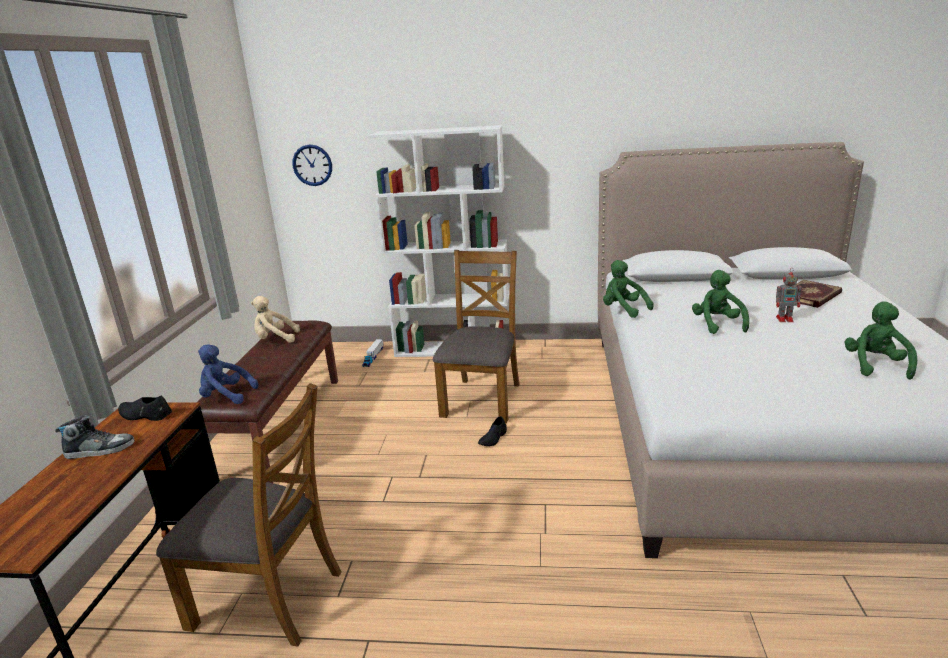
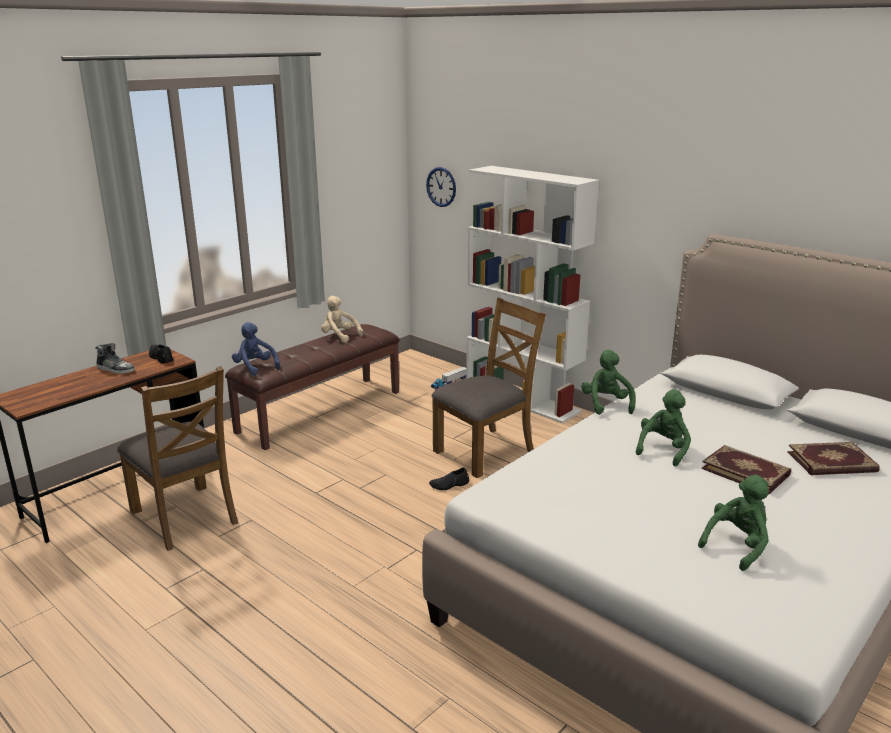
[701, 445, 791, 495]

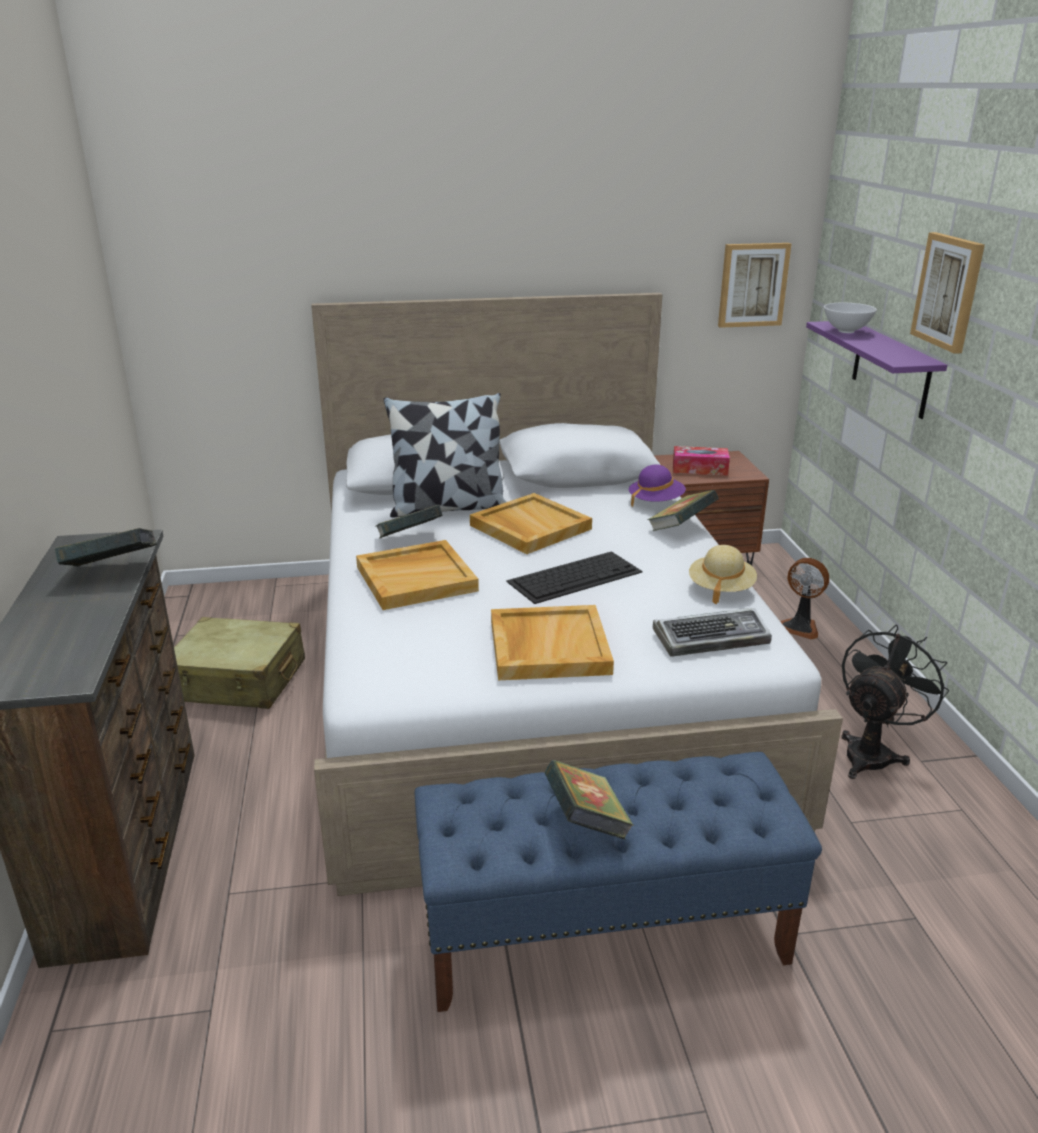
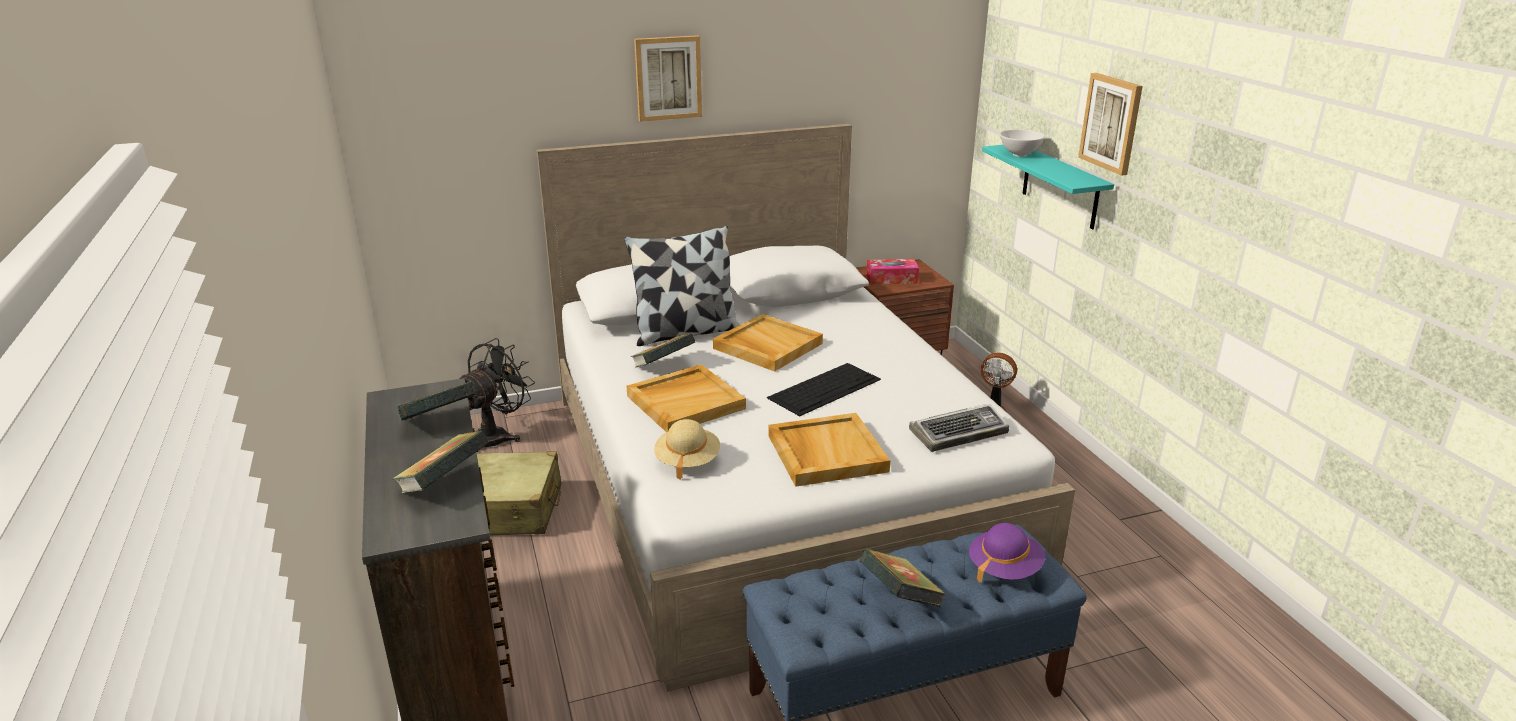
[392, 430, 489, 494]
[460, 338, 535, 448]
[634, 35, 702, 122]
[654, 419, 720, 480]
[969, 523, 1045, 583]
[982, 145, 1114, 229]

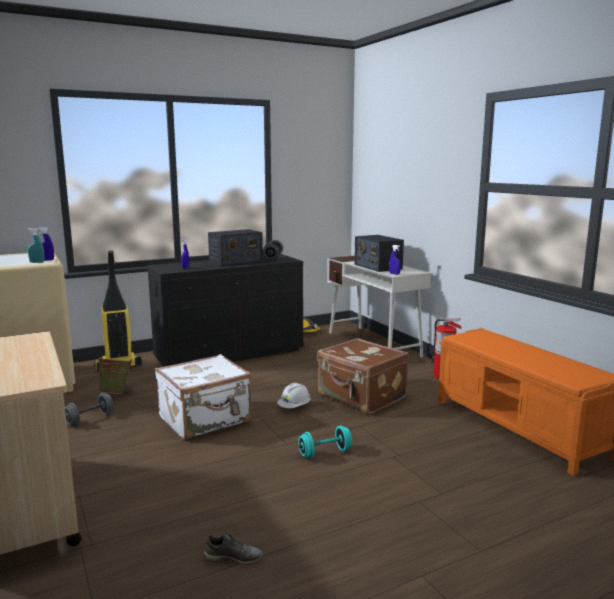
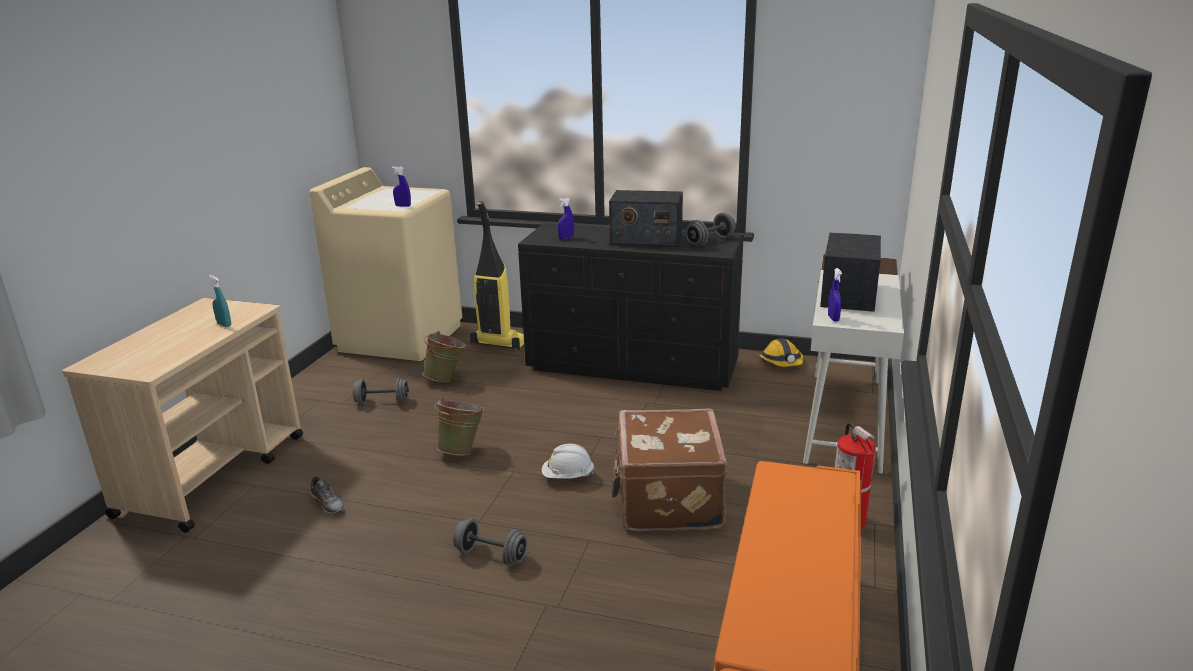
[208, 275, 231, 327]
[310, 476, 345, 515]
[434, 397, 485, 455]
[453, 518, 527, 566]

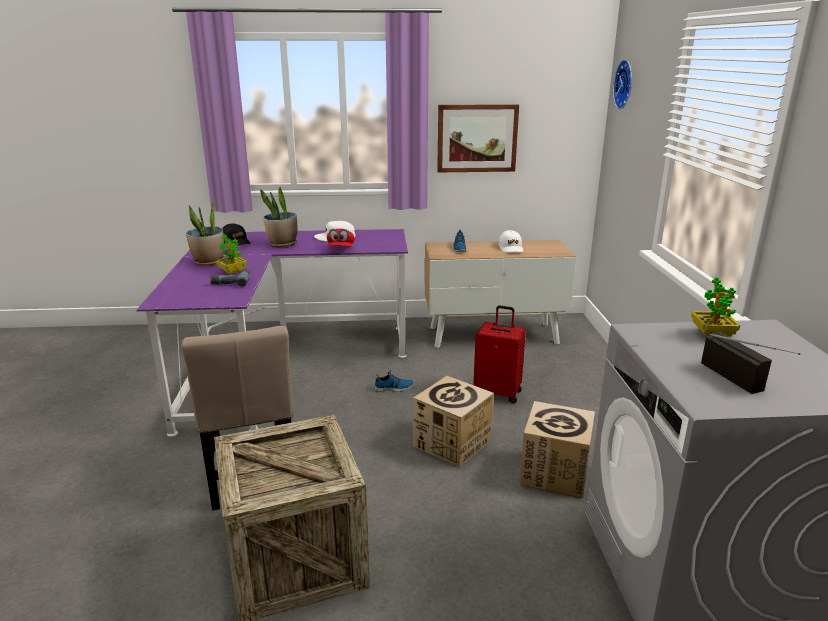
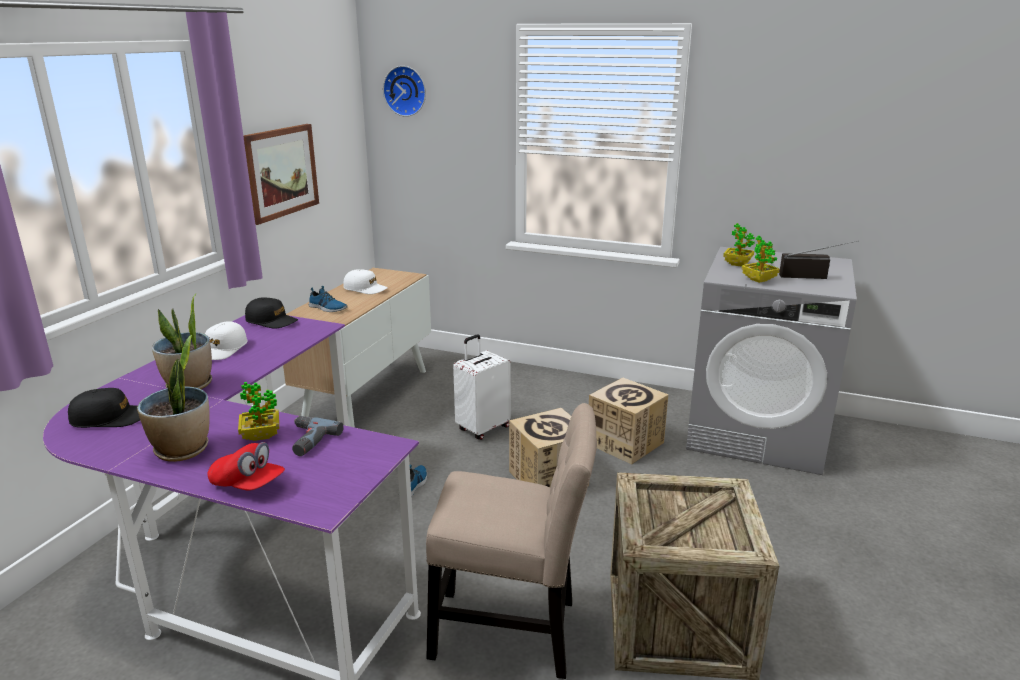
[207, 442, 285, 491]
[245, 297, 298, 329]
[453, 334, 510, 440]
[742, 236, 780, 283]

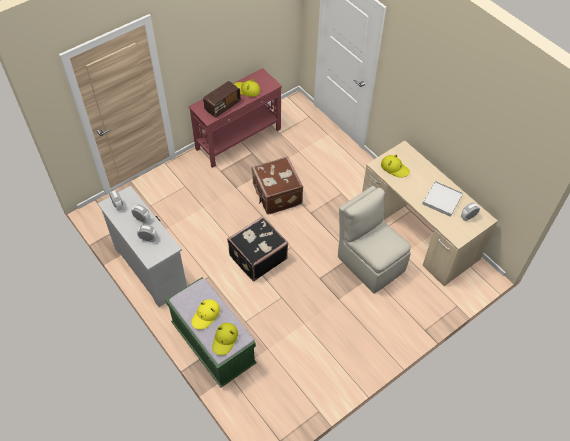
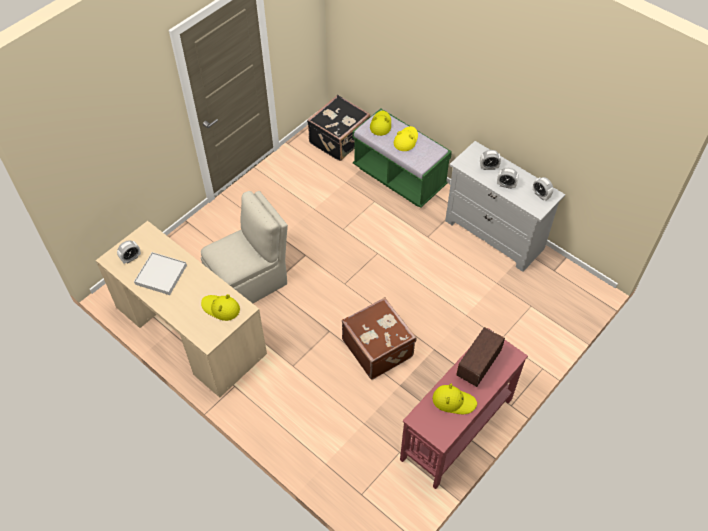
[201, 191, 288, 303]
[307, 95, 370, 161]

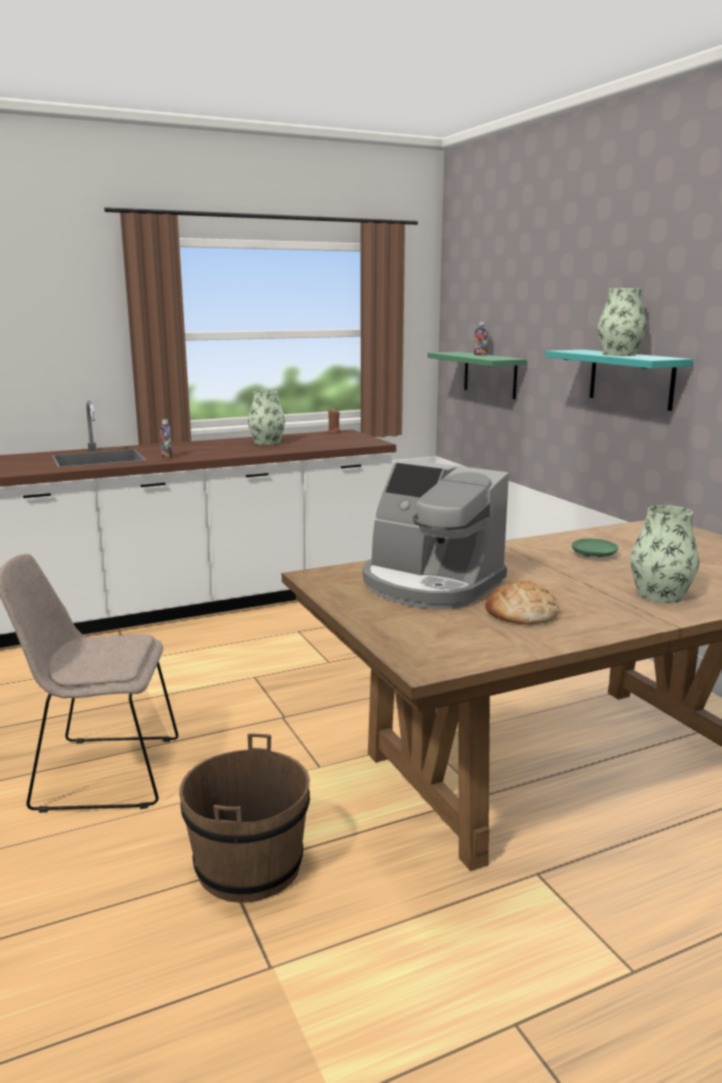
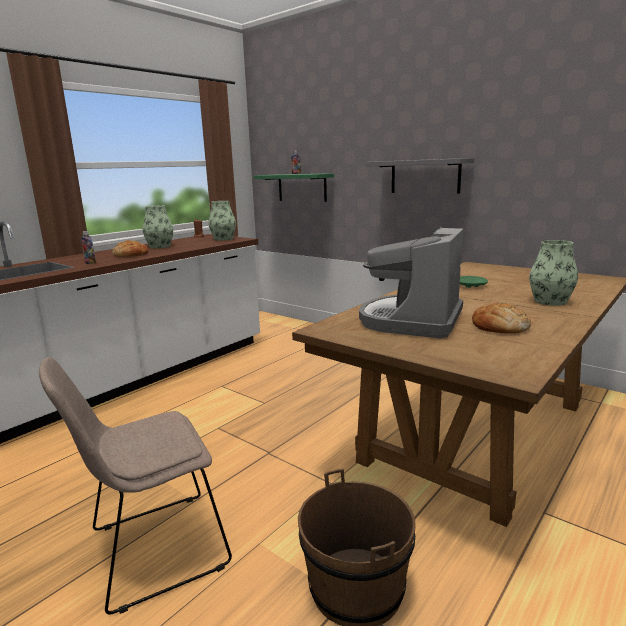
[112, 240, 149, 257]
[208, 201, 236, 241]
[359, 227, 463, 338]
[366, 158, 474, 194]

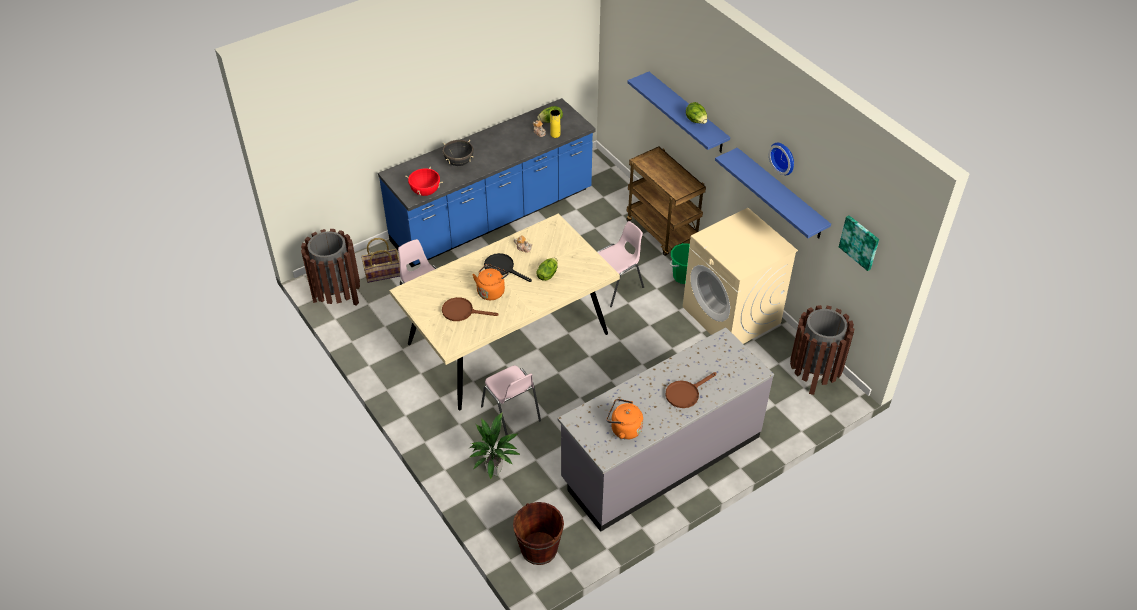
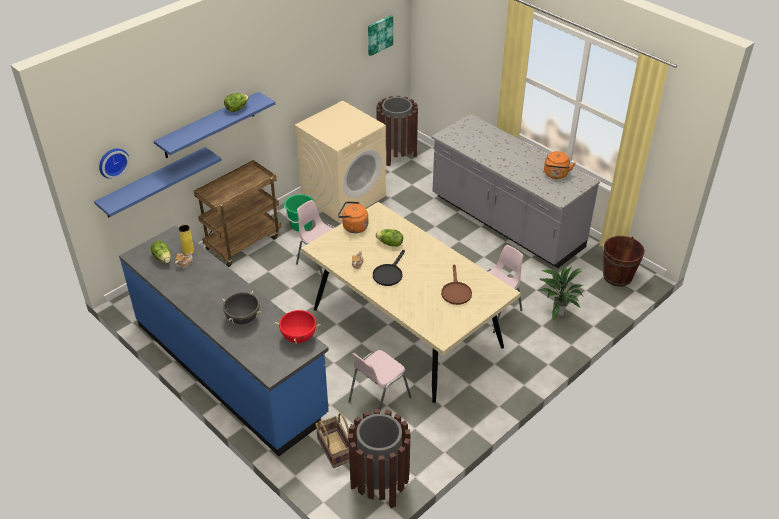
[94, 147, 222, 218]
[99, 148, 129, 179]
[338, 201, 368, 233]
[666, 372, 716, 408] (first image)

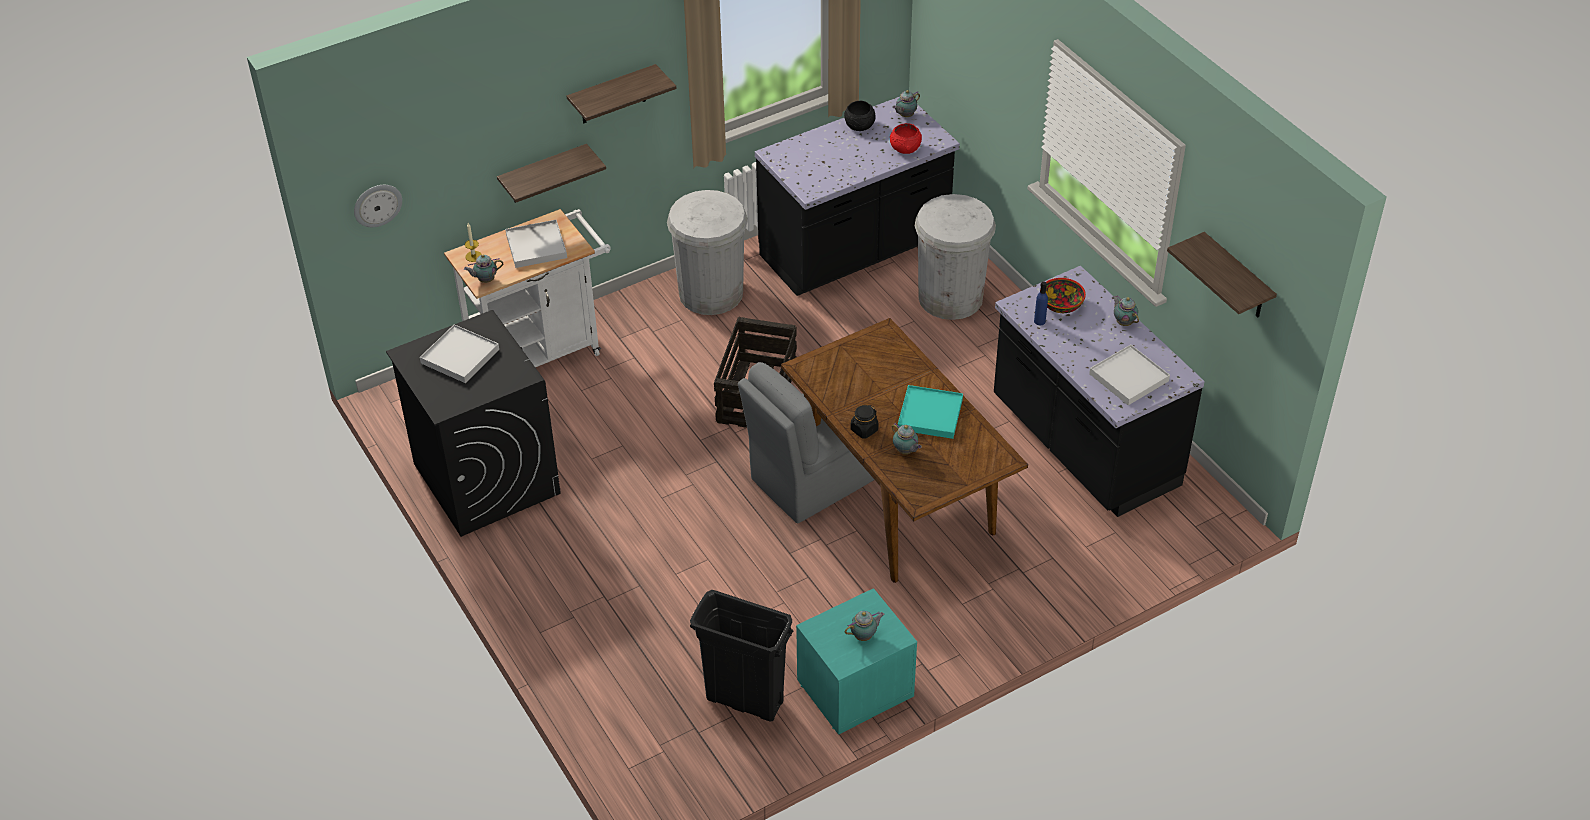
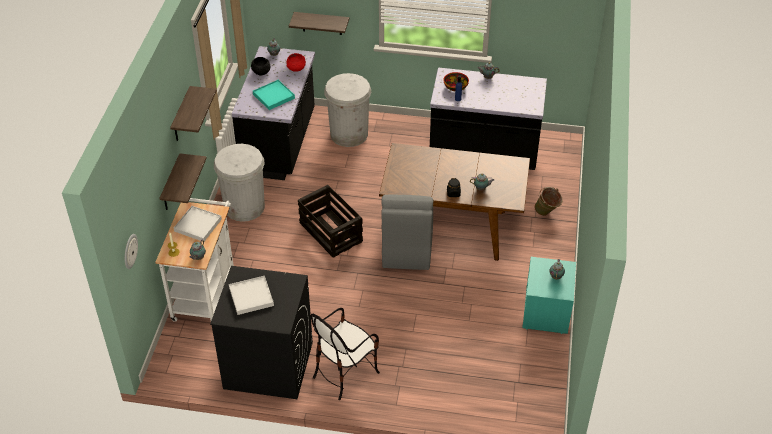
[253, 80, 295, 110]
[289, 12, 349, 35]
[311, 308, 380, 400]
[534, 187, 563, 216]
[690, 590, 793, 721] (first image)
[1089, 344, 1170, 405] (first image)

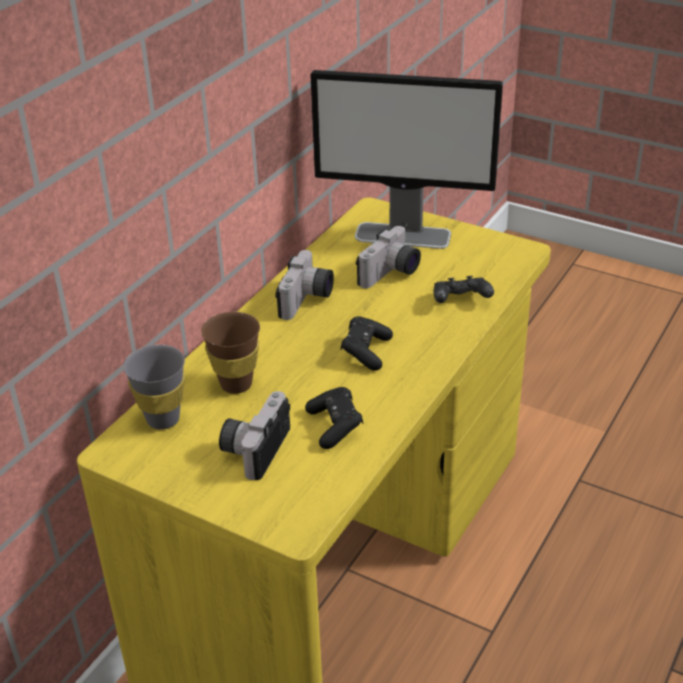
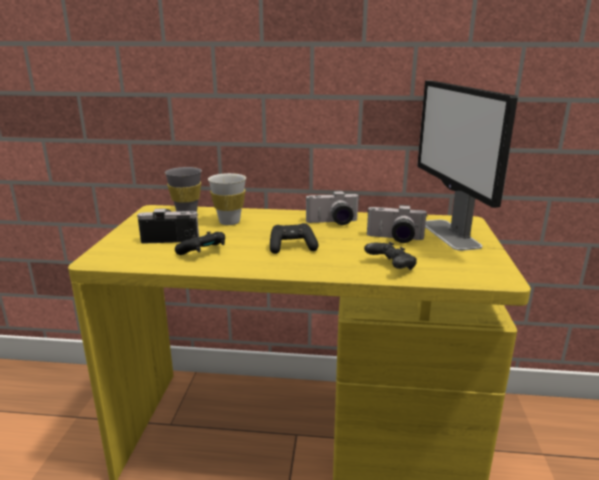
[208, 173, 246, 225]

